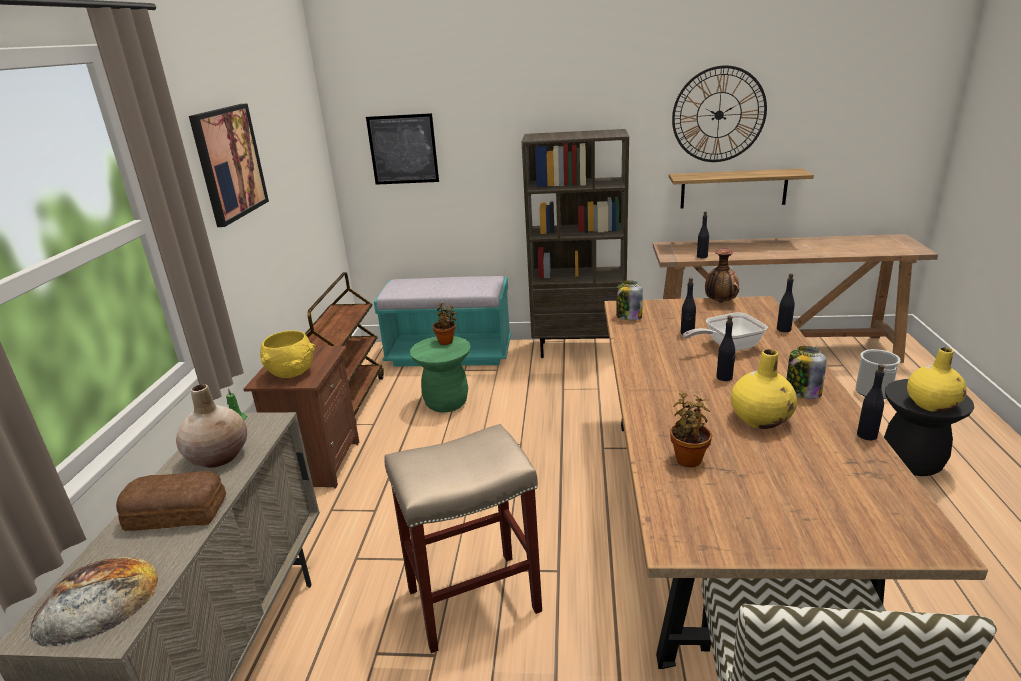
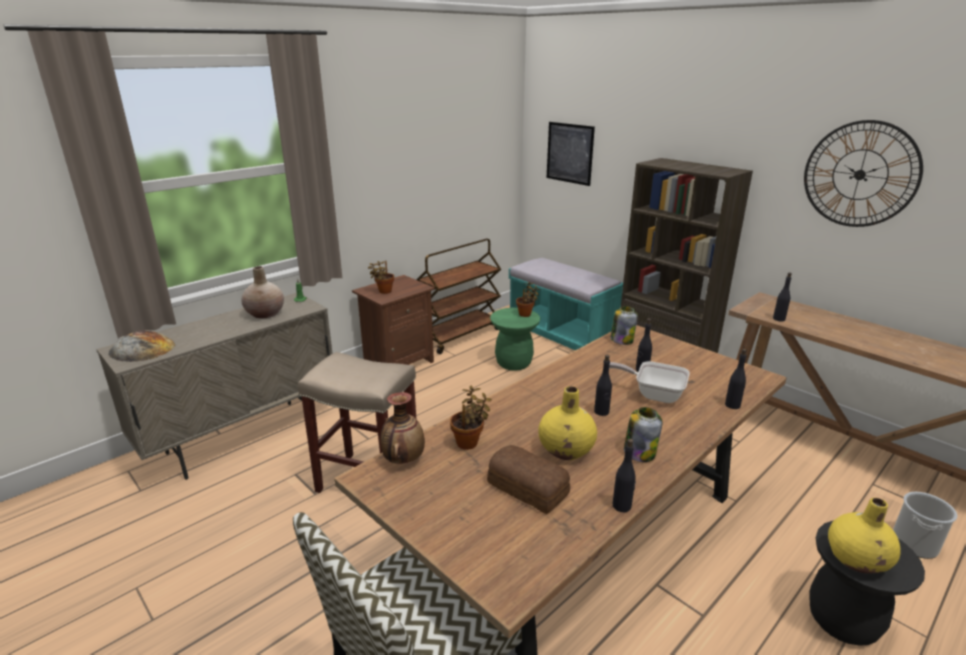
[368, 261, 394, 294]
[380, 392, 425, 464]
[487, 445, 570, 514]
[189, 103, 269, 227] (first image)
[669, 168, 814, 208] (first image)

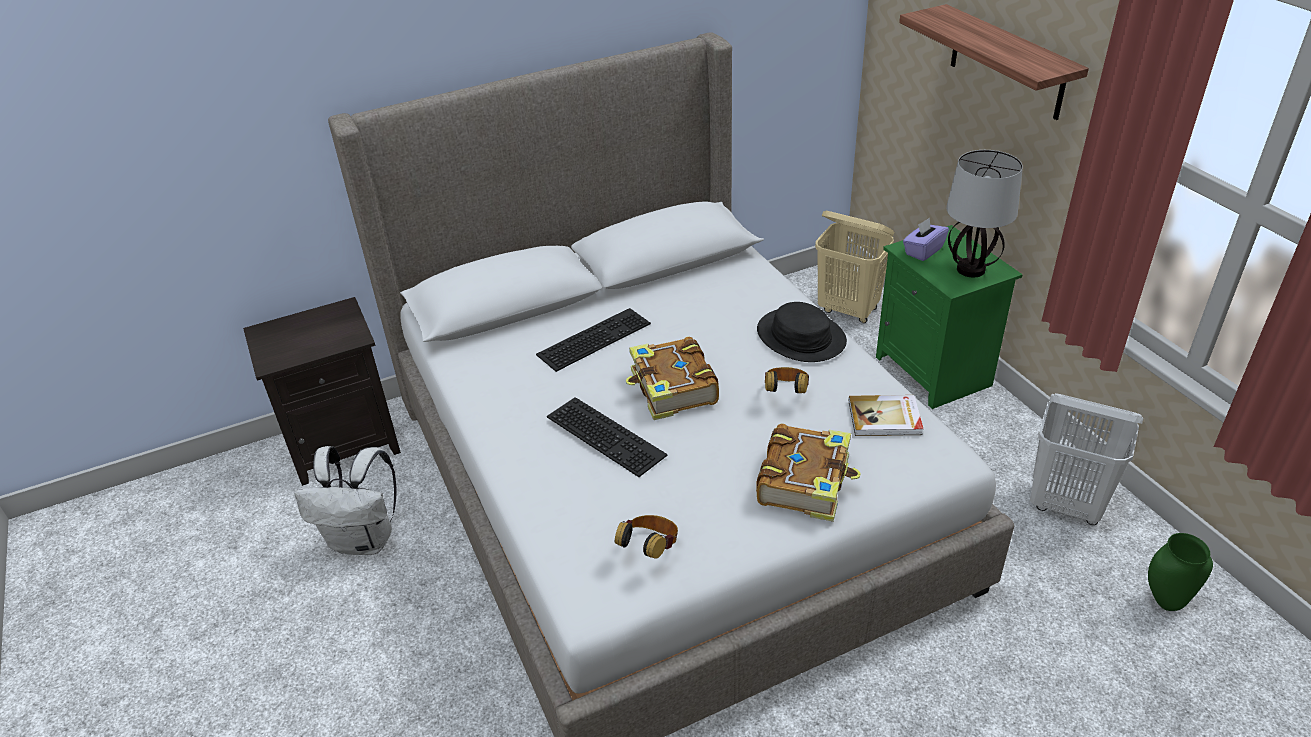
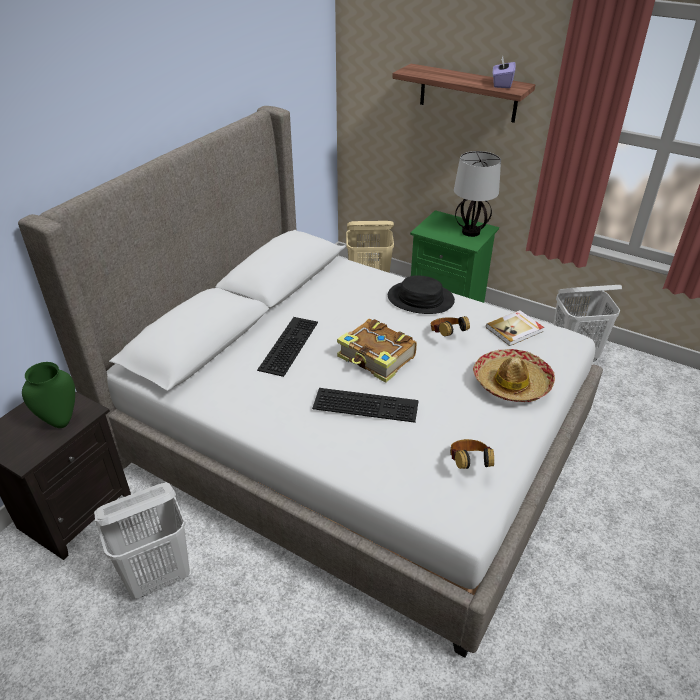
[22, 362, 75, 428]
[94, 483, 190, 599]
[473, 349, 555, 402]
[493, 56, 516, 88]

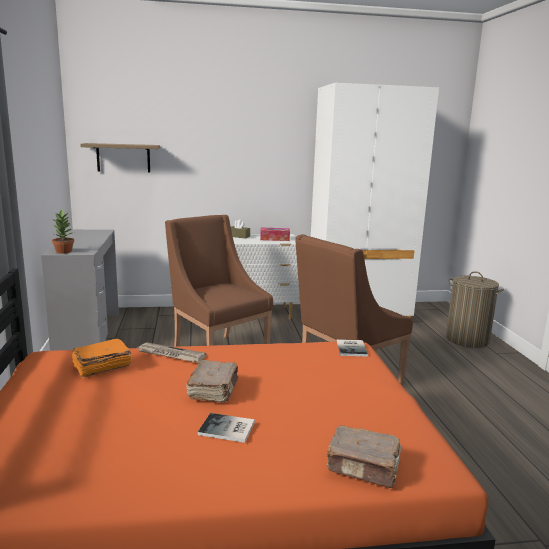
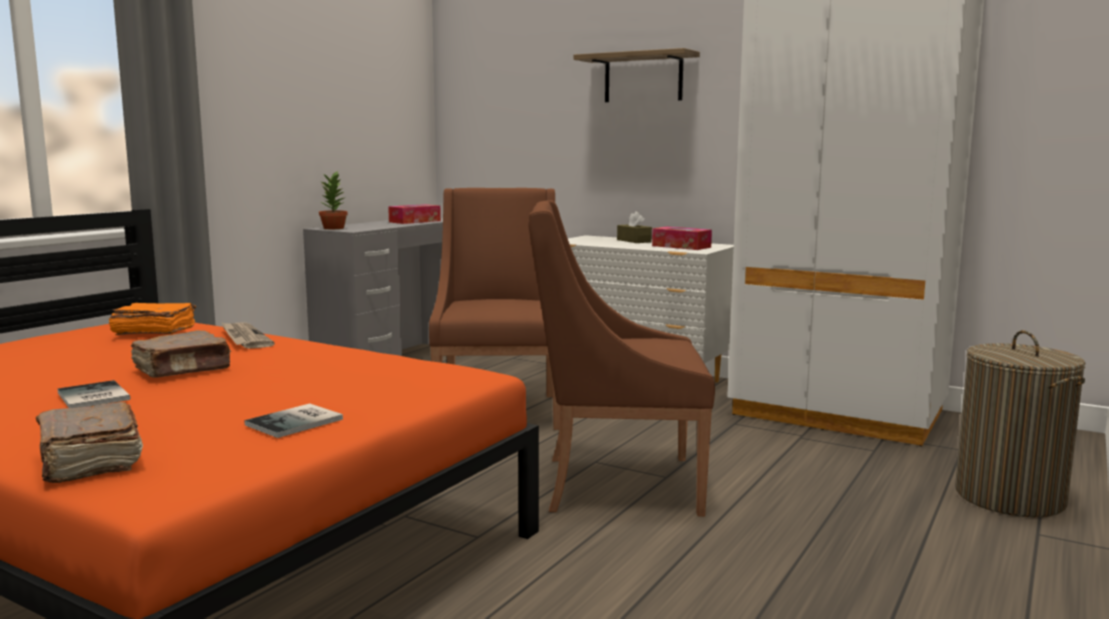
[244, 403, 343, 438]
[388, 204, 441, 224]
[574, 48, 700, 102]

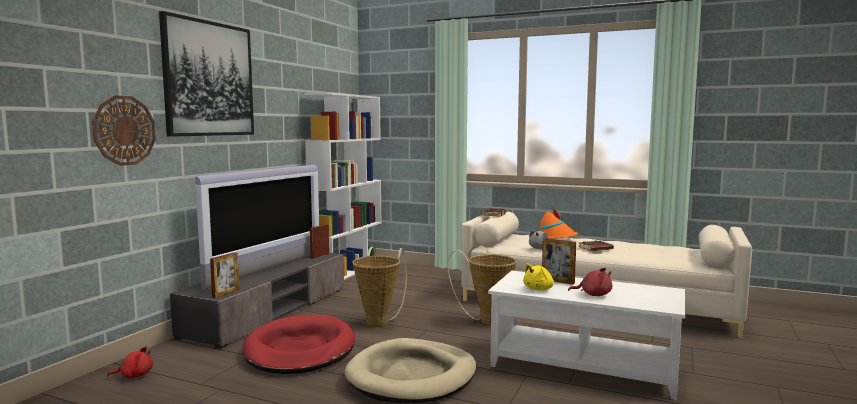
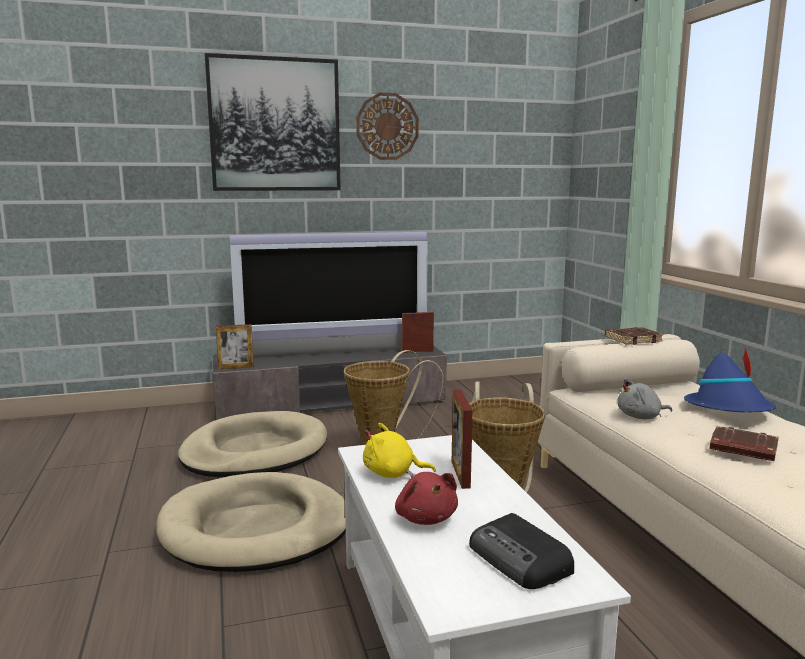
[178, 411, 327, 477]
[356, 92, 419, 160]
[469, 513, 574, 589]
[684, 347, 776, 412]
[107, 346, 153, 378] (first image)
[304, 92, 382, 280] (first image)

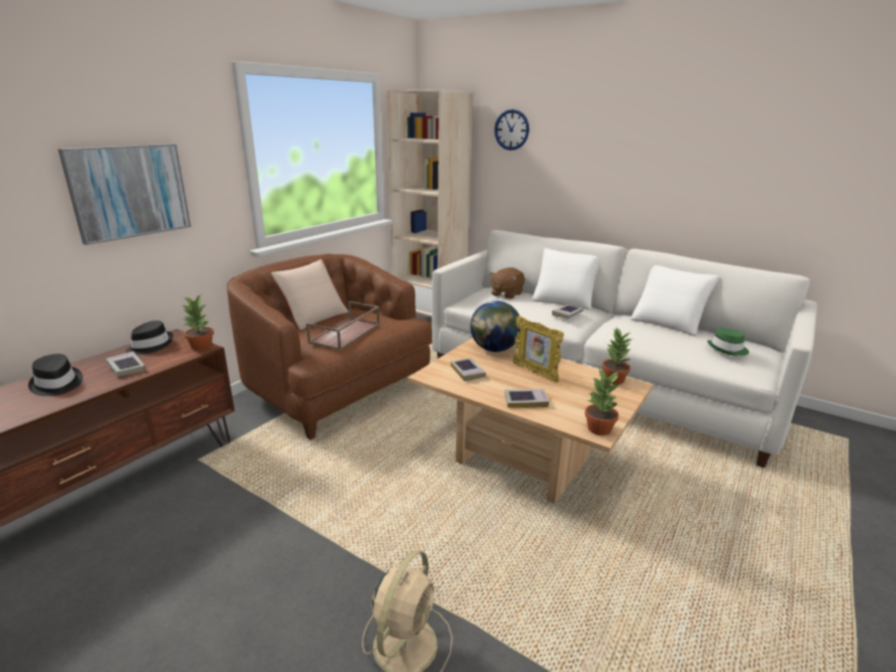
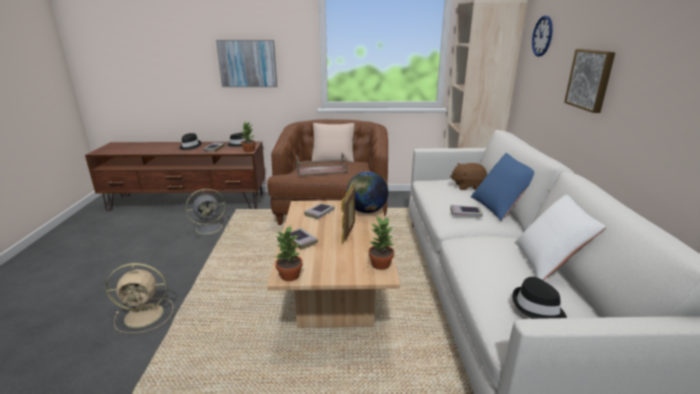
[185, 189, 229, 237]
[471, 153, 534, 221]
[512, 277, 567, 319]
[564, 49, 615, 113]

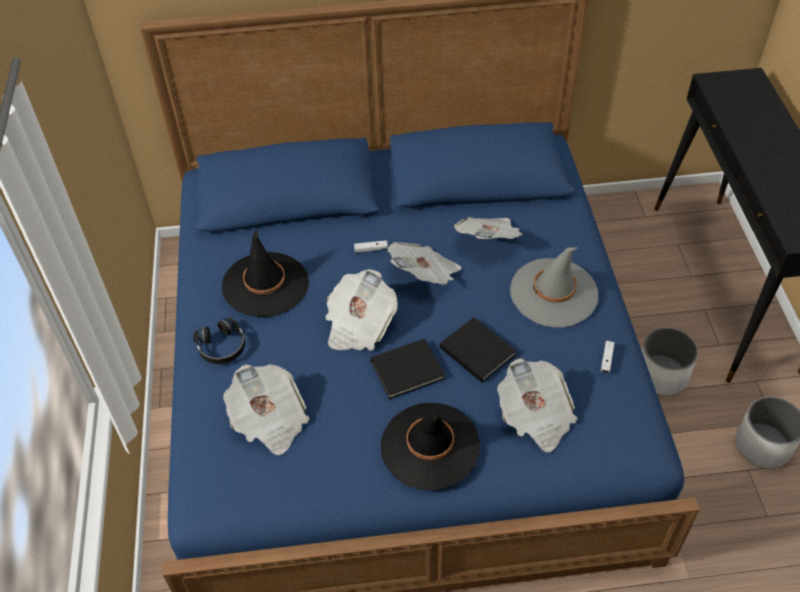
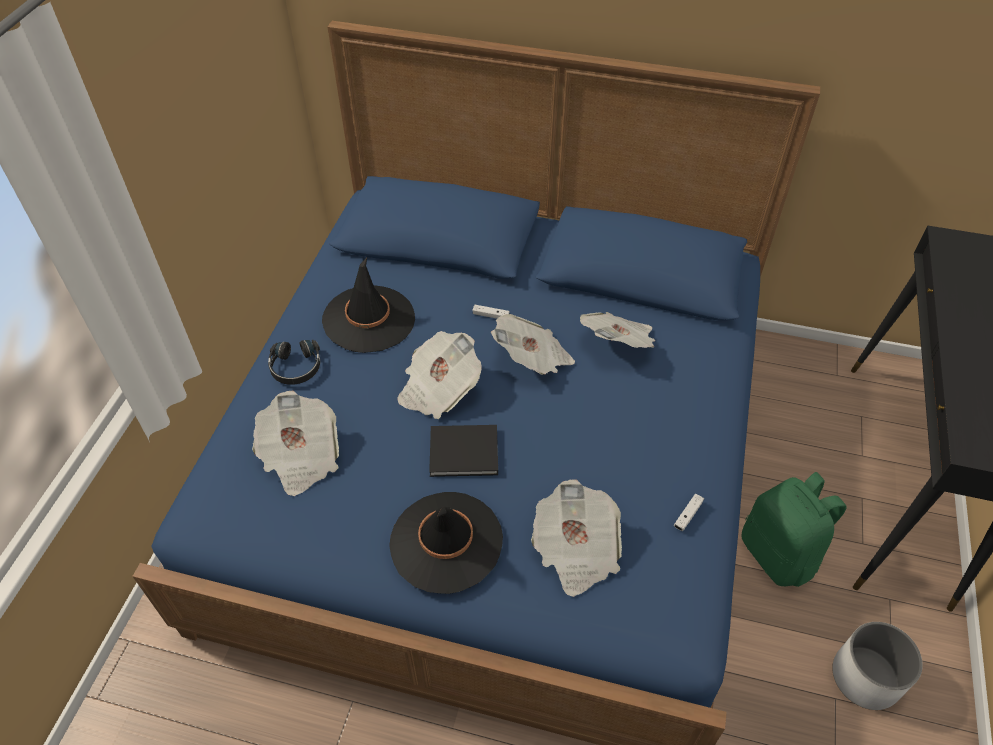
[742, 472, 847, 587]
[440, 317, 516, 382] (first image)
[510, 247, 598, 327] (first image)

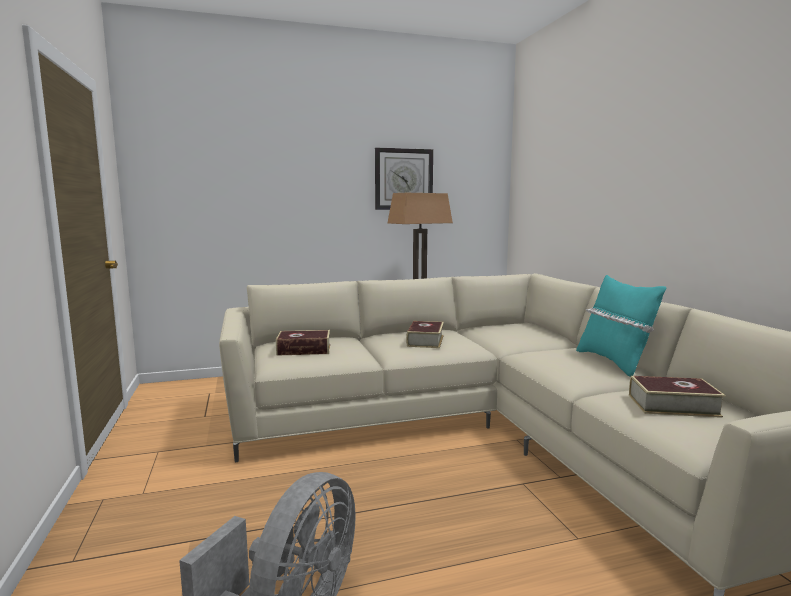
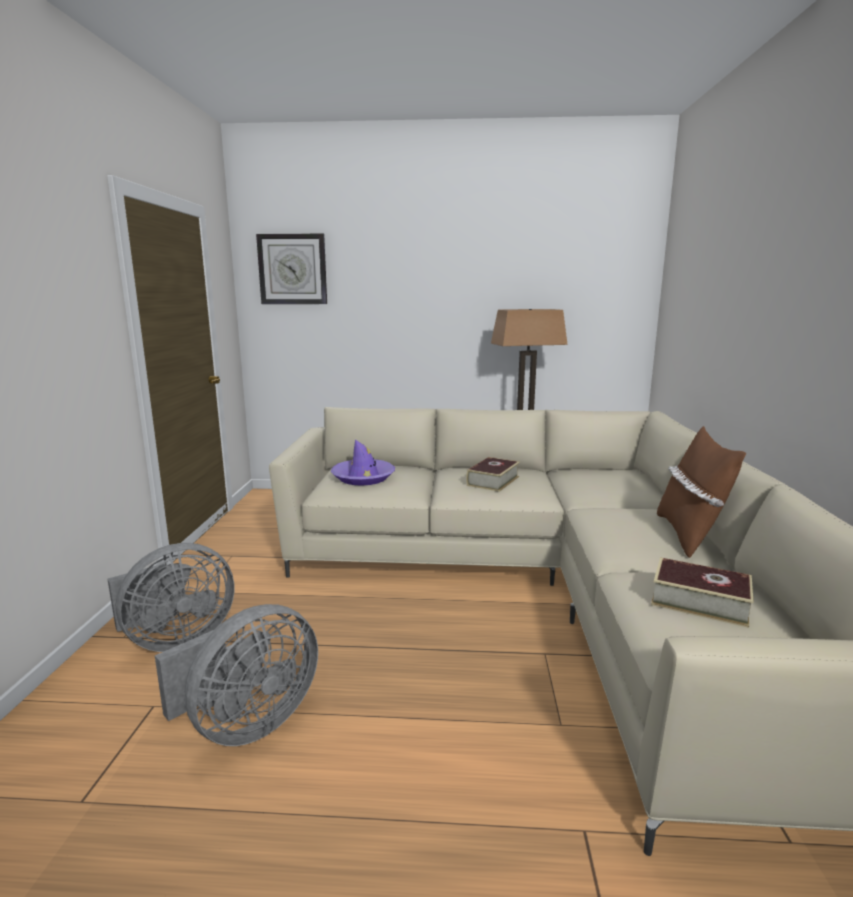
[108, 543, 234, 652]
[256, 234, 327, 304]
[331, 439, 395, 486]
[657, 426, 746, 558]

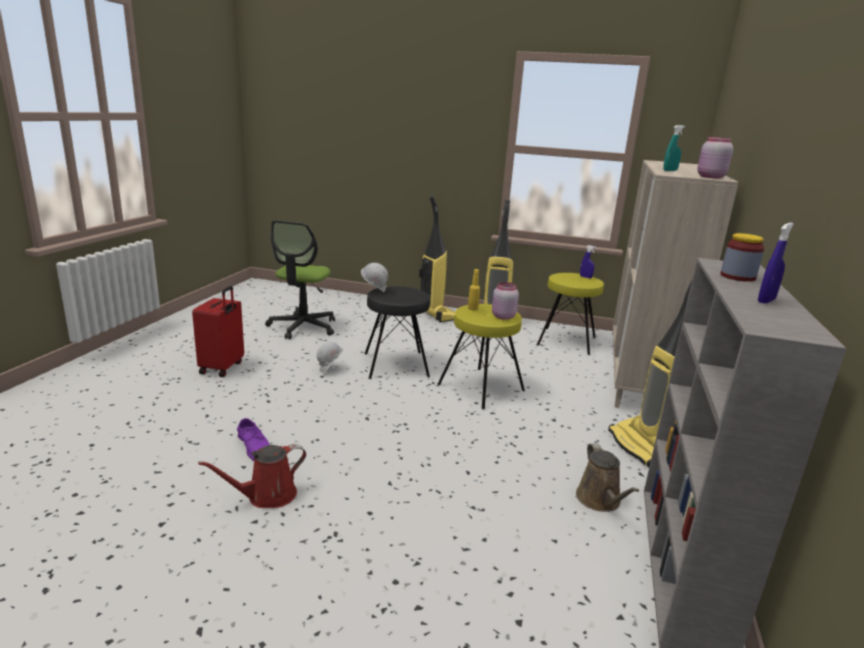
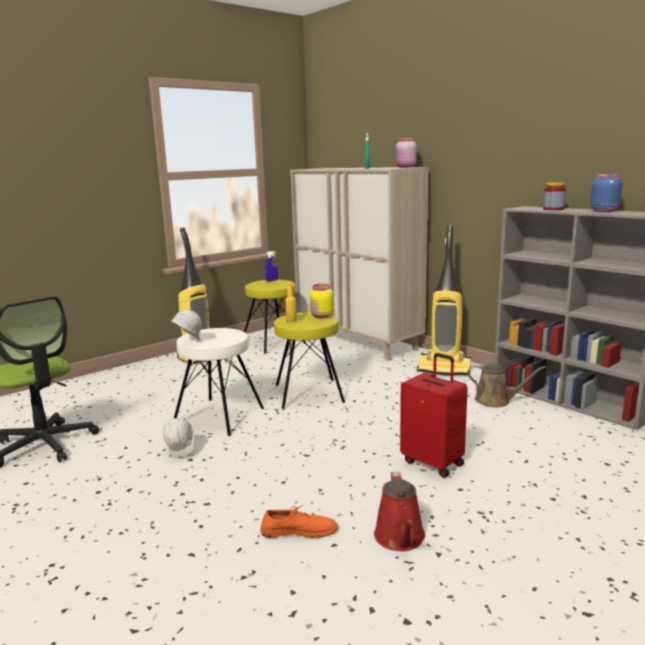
[174, 328, 264, 436]
[260, 505, 338, 538]
[310, 284, 334, 318]
[400, 353, 468, 478]
[590, 173, 622, 212]
[419, 196, 455, 322] (first image)

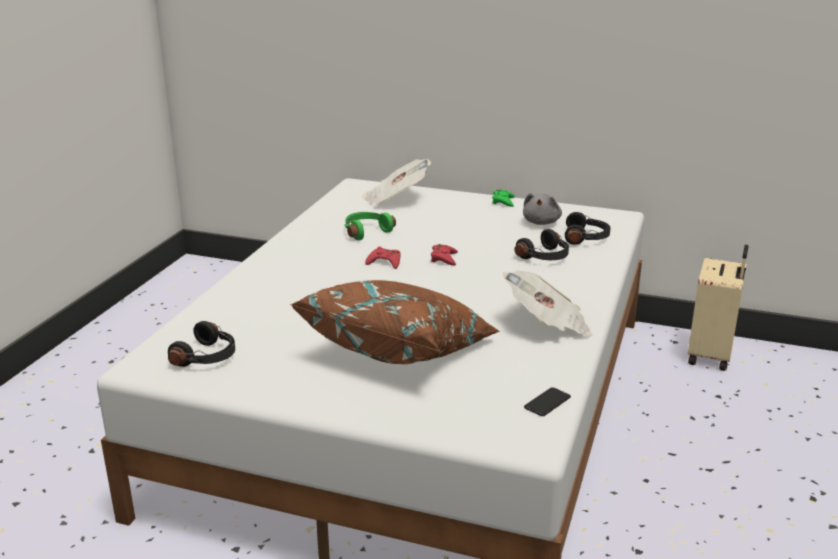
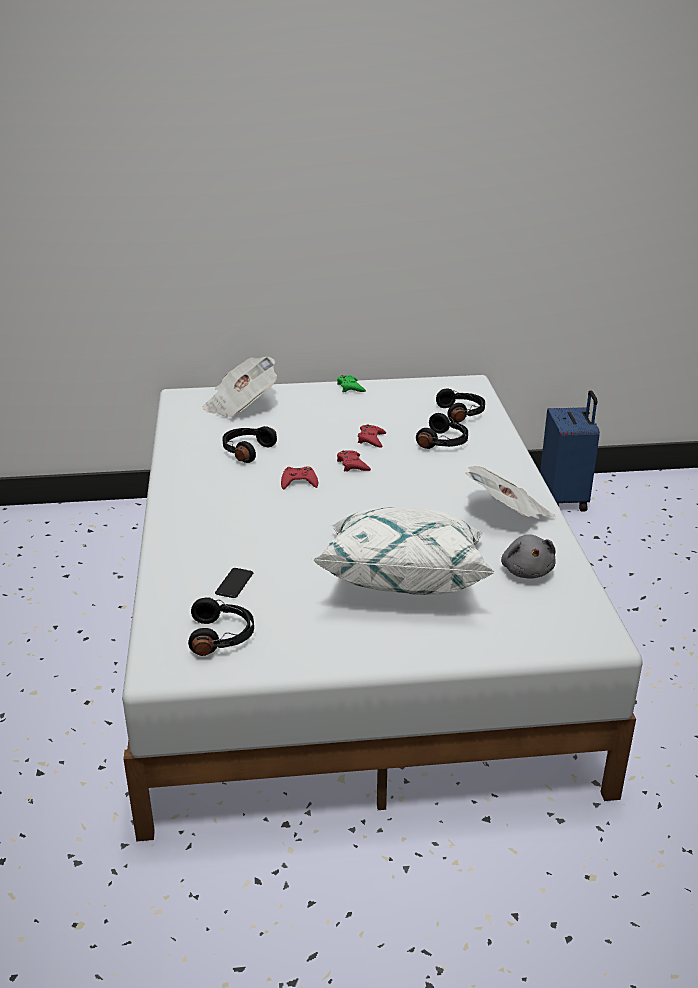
[215, 568, 253, 598]
[222, 426, 277, 463]
[311, 507, 496, 595]
[358, 424, 386, 448]
[501, 534, 556, 579]
[540, 390, 600, 511]

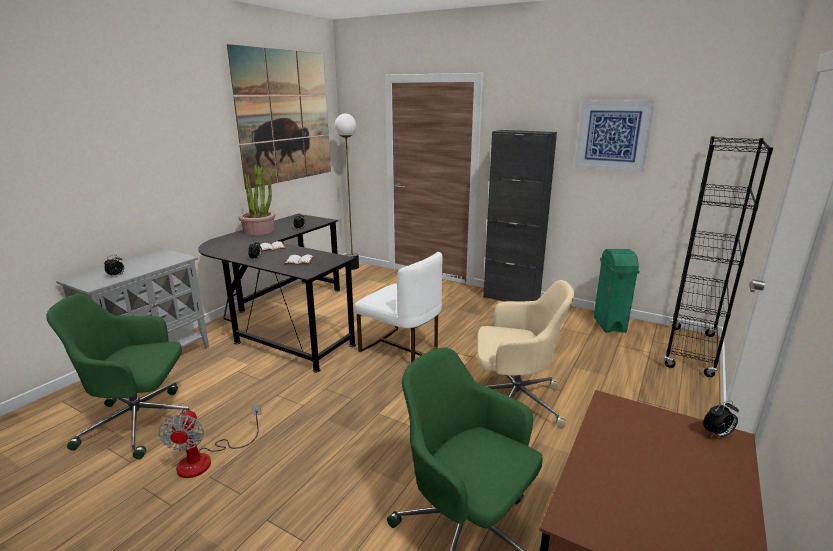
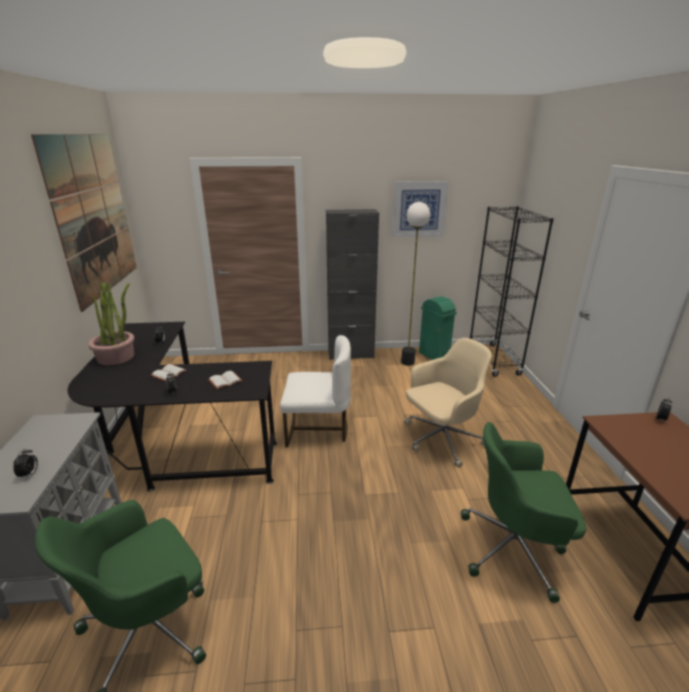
[401, 202, 430, 366]
[158, 405, 261, 478] (first image)

